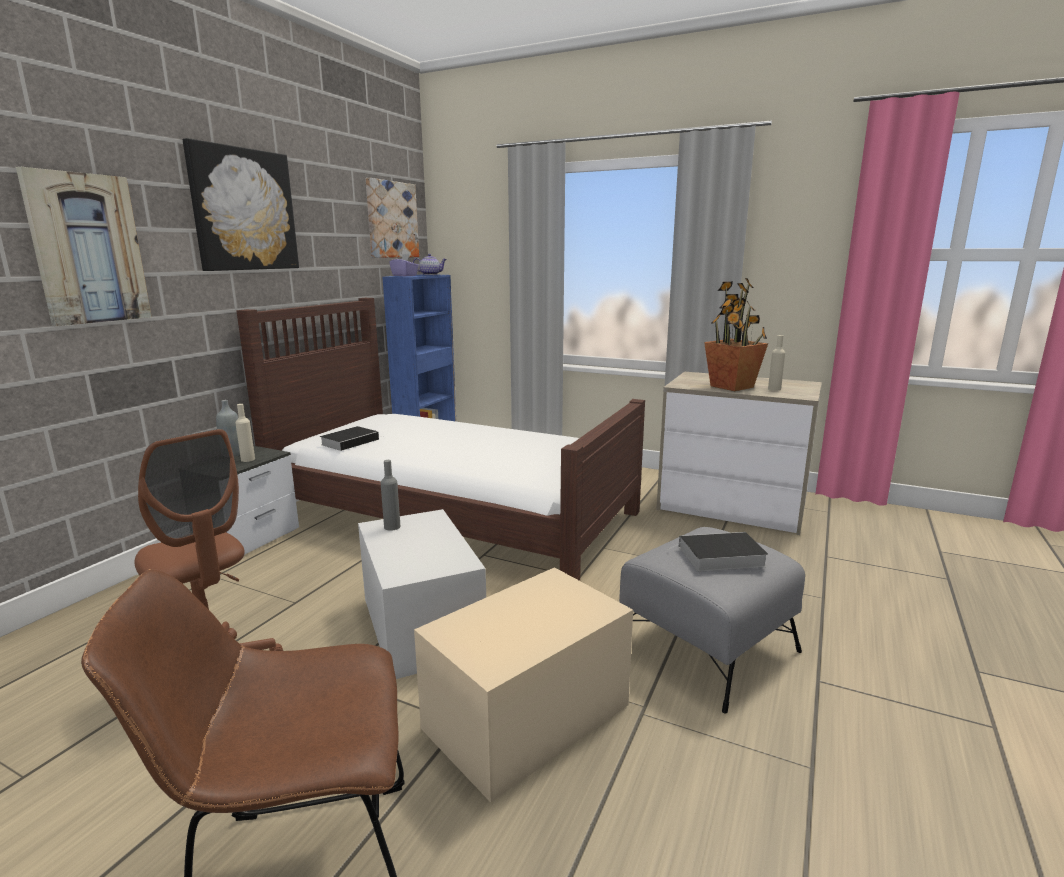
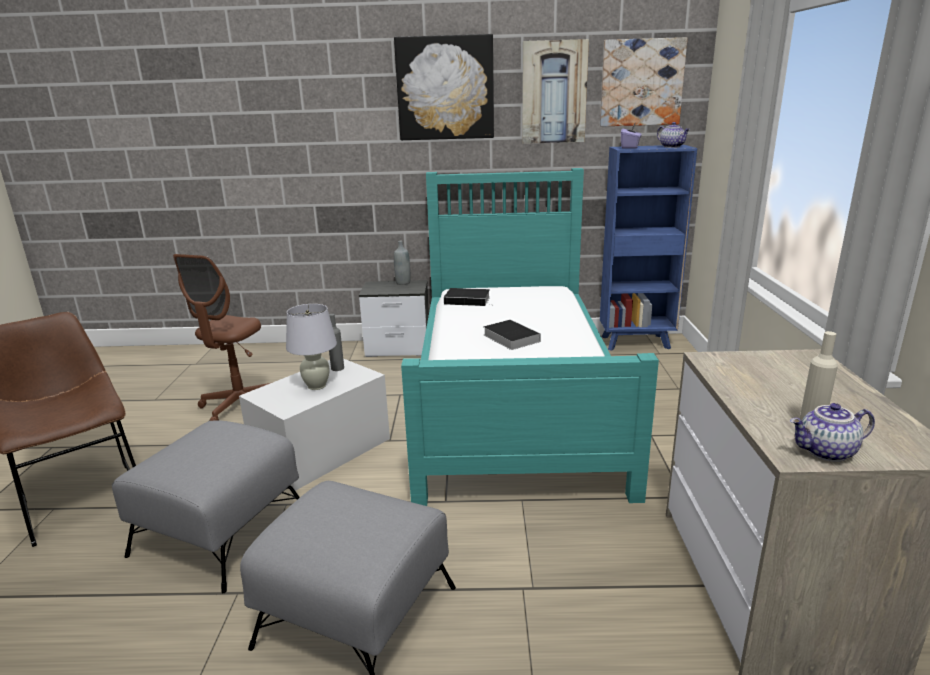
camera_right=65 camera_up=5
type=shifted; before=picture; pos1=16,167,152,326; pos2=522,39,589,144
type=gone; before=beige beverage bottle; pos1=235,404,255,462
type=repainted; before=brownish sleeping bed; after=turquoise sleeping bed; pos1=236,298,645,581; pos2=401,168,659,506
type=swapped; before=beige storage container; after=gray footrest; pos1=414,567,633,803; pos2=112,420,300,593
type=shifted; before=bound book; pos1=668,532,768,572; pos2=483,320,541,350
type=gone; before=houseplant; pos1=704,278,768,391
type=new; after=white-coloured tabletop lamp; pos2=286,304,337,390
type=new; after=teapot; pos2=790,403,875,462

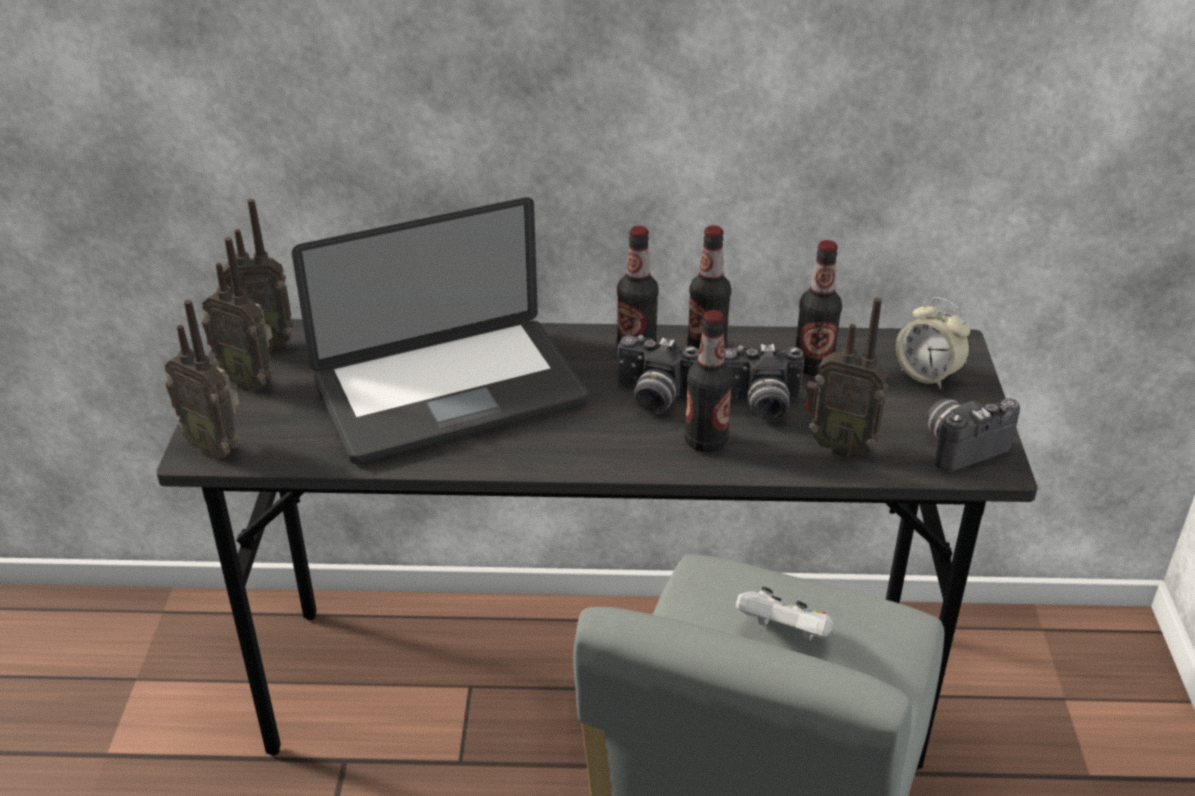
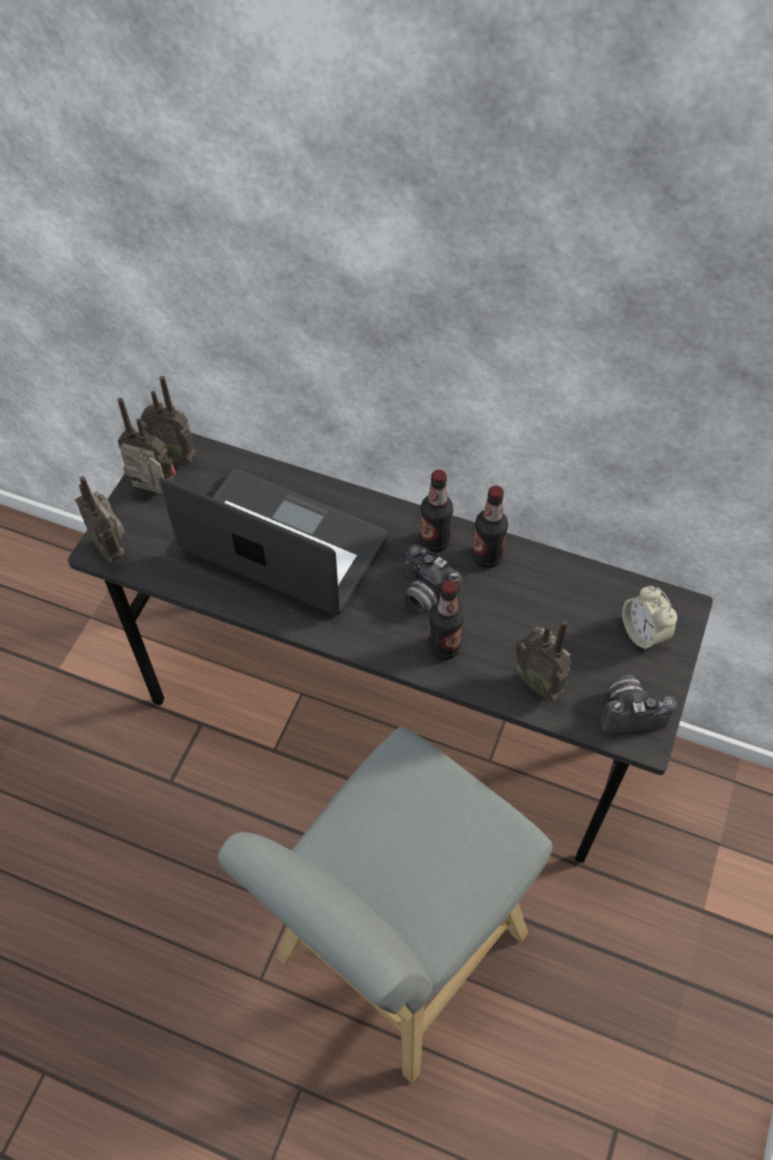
camera_right=20 camera_up=20
type=rotated; before=radio; pos1=202,237,274,392; pos2=118,398,176,494; turn=150
type=rotated; before=notebook computer; pos1=292,197,589,464; pos2=159,469,388,615; turn=-150
type=gone; before=photo camera; pos1=724,344,804,422
type=gone; before=white-coloured joypad; pos1=736,587,833,640
type=gone; before=beverage bottle; pos1=795,240,842,376

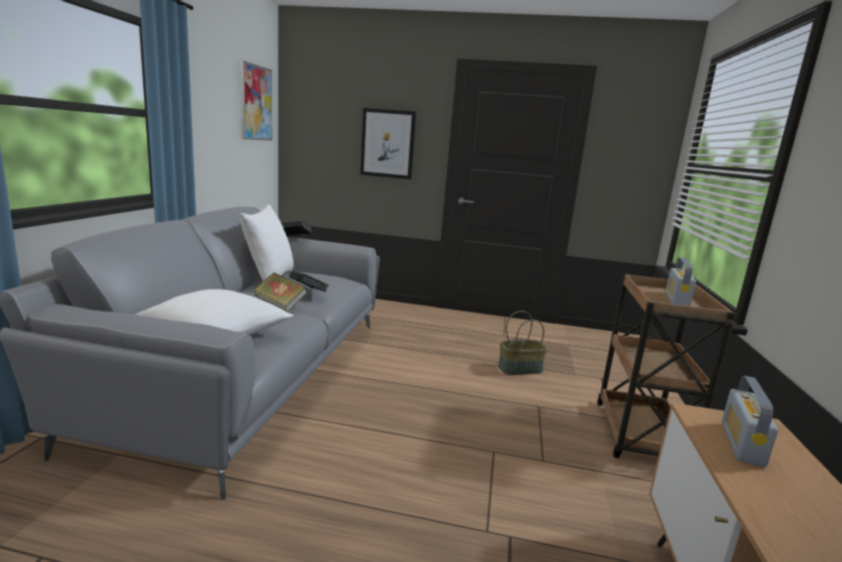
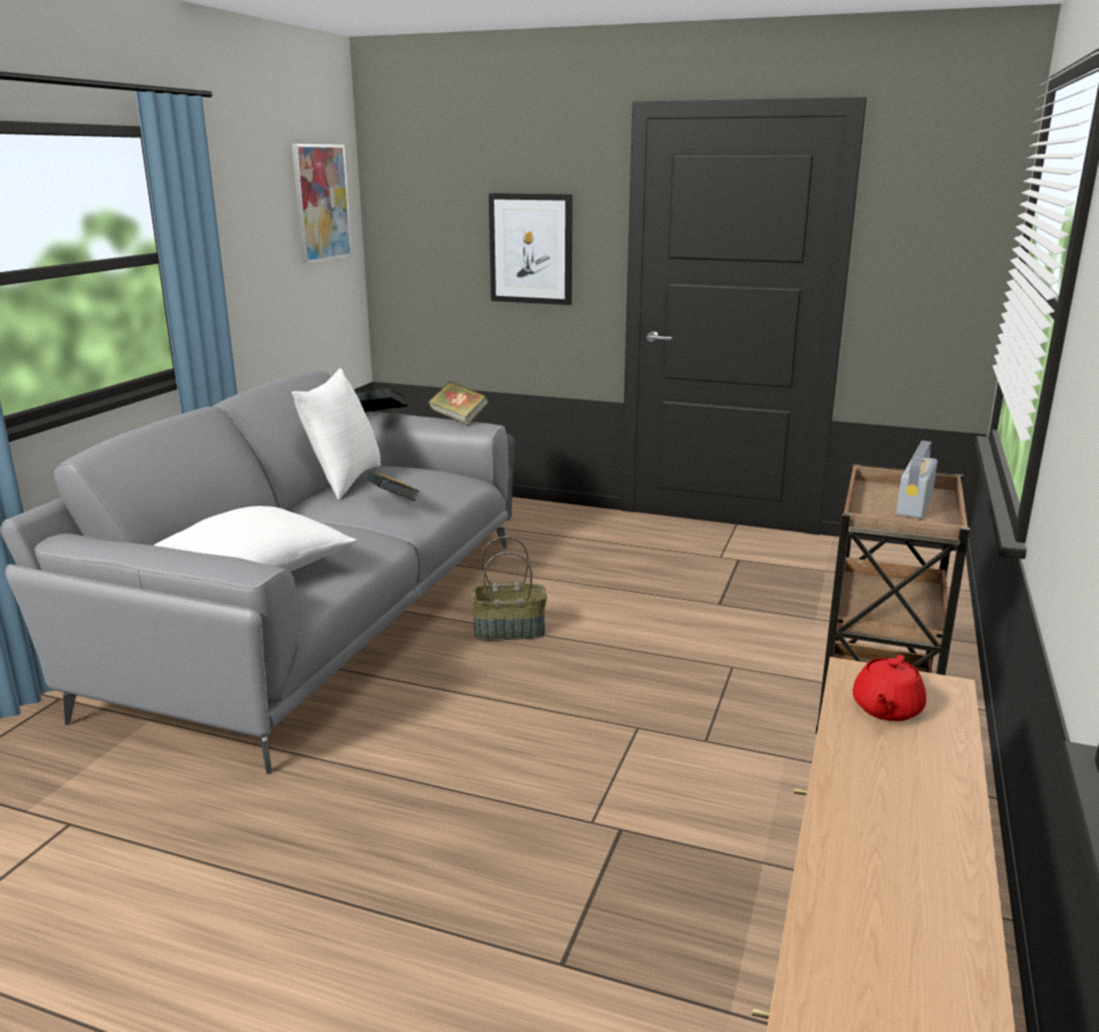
camera_right=10 camera_up=5
type=shifted; before=bound book; pos1=253,273,308,312; pos2=428,381,489,425
type=shifted; before=storage basket; pos1=498,311,547,375; pos2=471,536,547,641
type=swapped; before=radio; after=red teapot; pos1=722,376,778,468; pos2=853,655,926,721

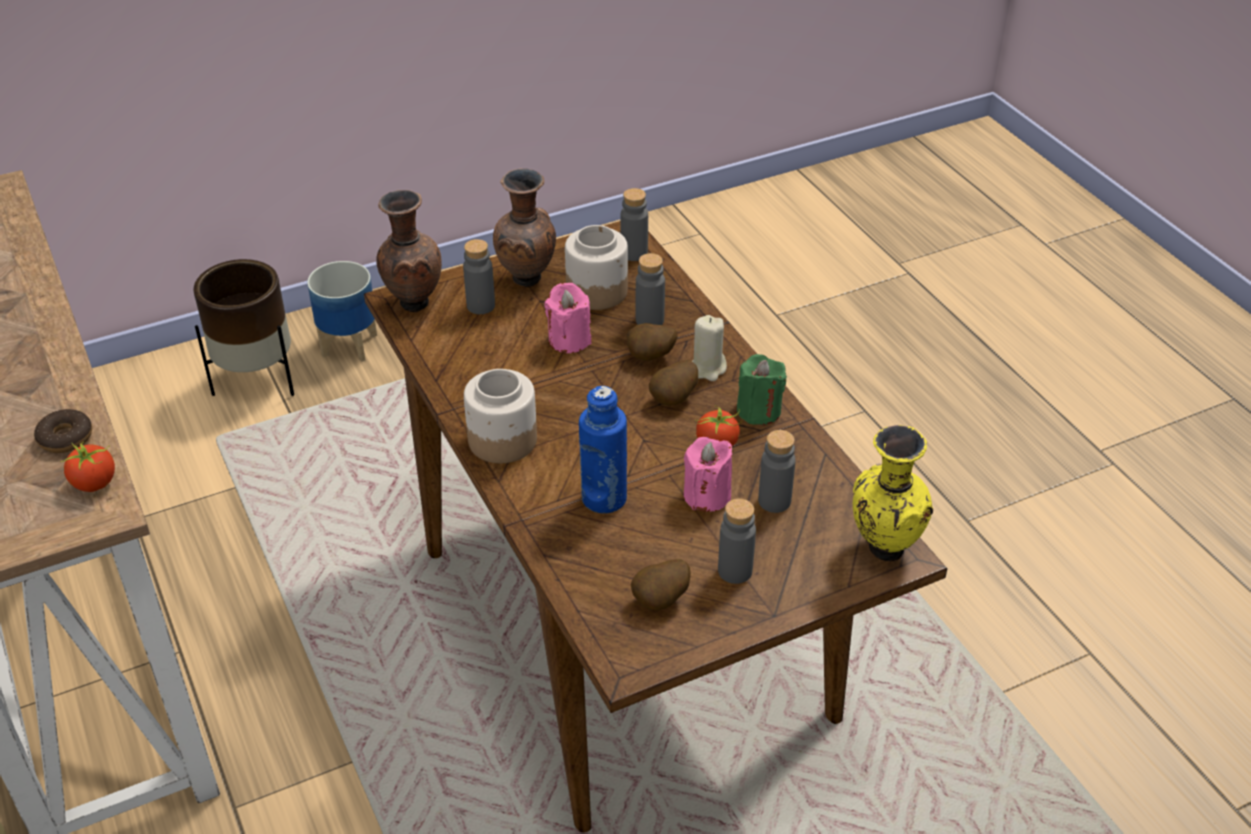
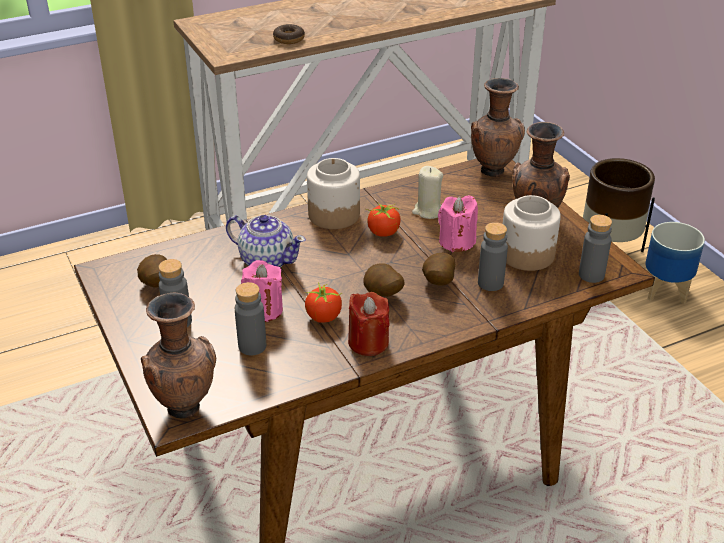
camera_right=90 camera_up=-5
type=shifted; before=whole tomato; pos1=60,442,115,492; pos2=365,202,401,237
type=gone; before=gray beverage bottle; pos1=463,239,495,314
type=swapped; before=bluish beverage bottle; after=teapot; pos1=579,386,627,514; pos2=226,215,306,267
type=shifted; before=beige candle; pos1=692,315,727,381; pos2=412,166,443,219
type=repainted; before=green candle; after=red candle; pos1=737,354,787,425; pos2=348,292,390,356
type=repainted; before=yellow decorative vase; after=brownish decorative vase; pos1=853,425,933,562; pos2=141,293,216,418

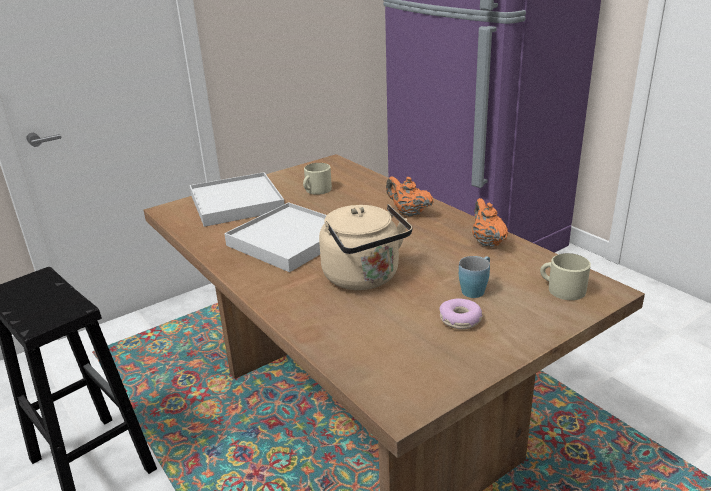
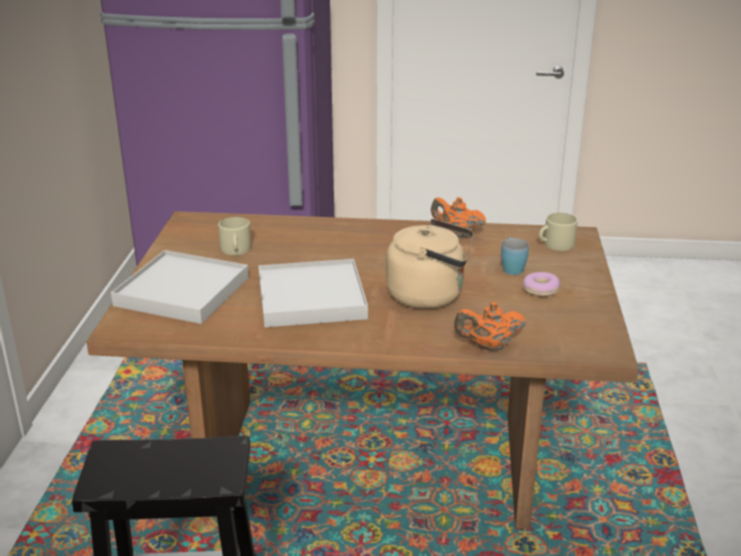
camera_right=-50 camera_up=0
type=shifted; before=orange-coloured teapot; pos1=386,176,434,217; pos2=454,302,526,350

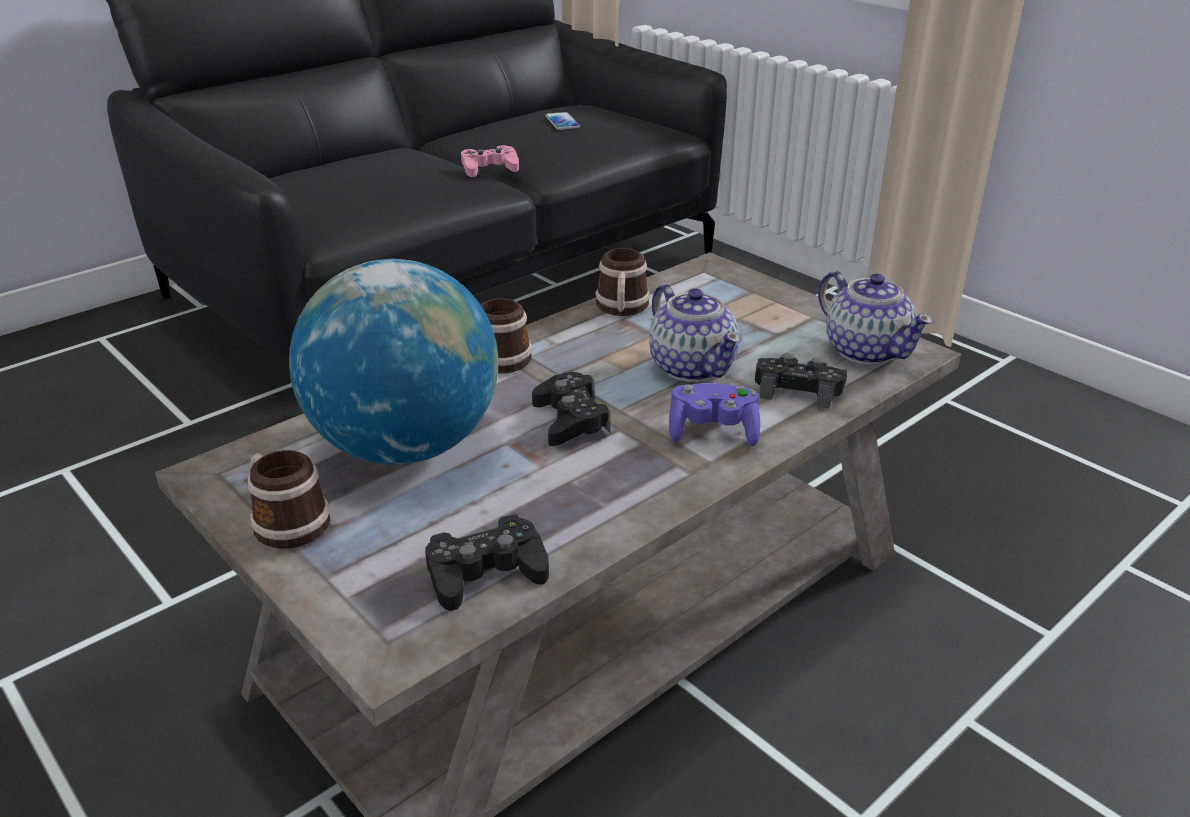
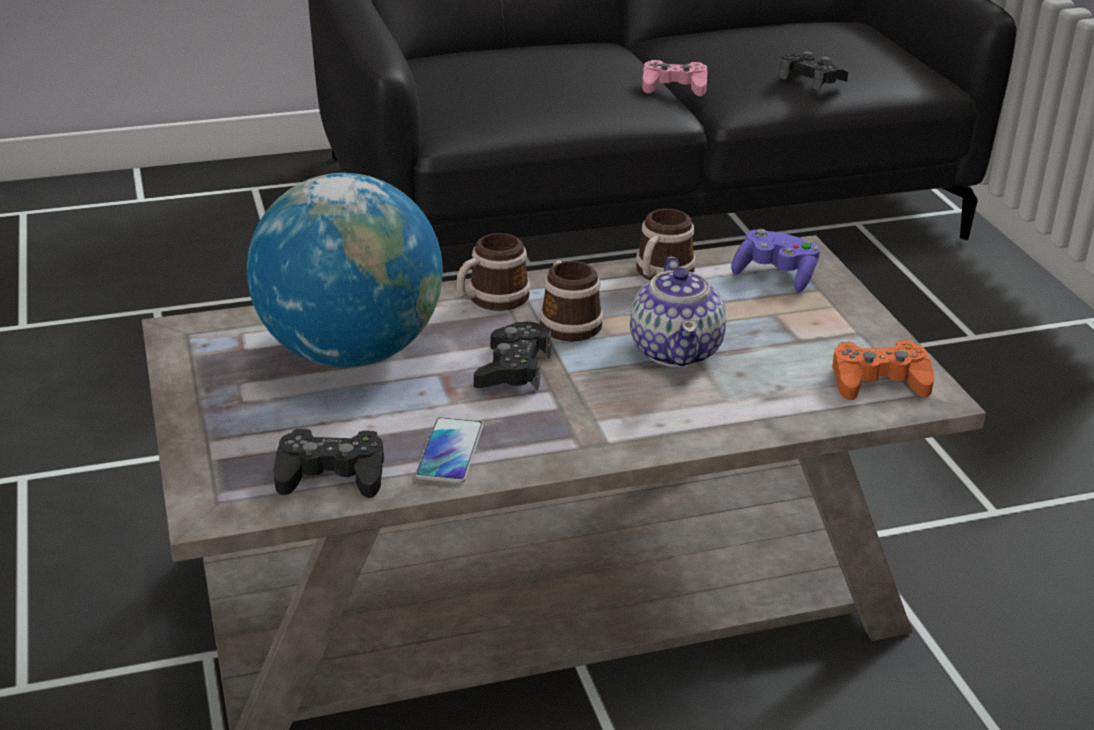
camera_right=25 camera_up=0
type=shifted; before=tea mug; pos1=248,450,330,549; pos2=539,260,604,341
type=shifted; before=telephone; pos1=545,112,580,130; pos2=416,417,483,483
type=shifted; before=purplish joypad; pos1=669,383,760,446; pos2=731,229,820,292
type=shifted; before=black joypad; pos1=755,353,848,409; pos2=779,51,849,90
type=swapped; before=teapot; after=orange-coloured joypad; pos1=818,271,934,365; pos2=832,340,934,400

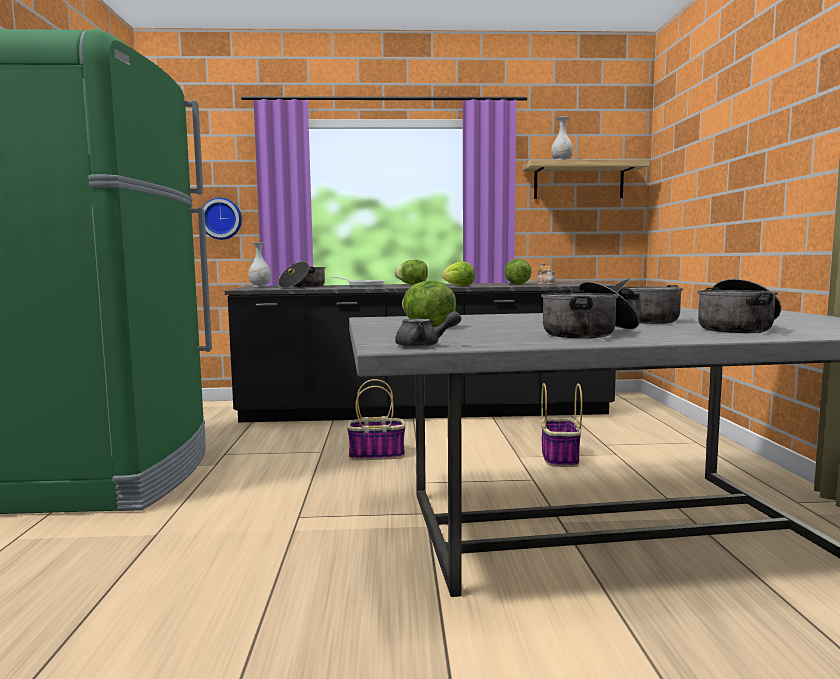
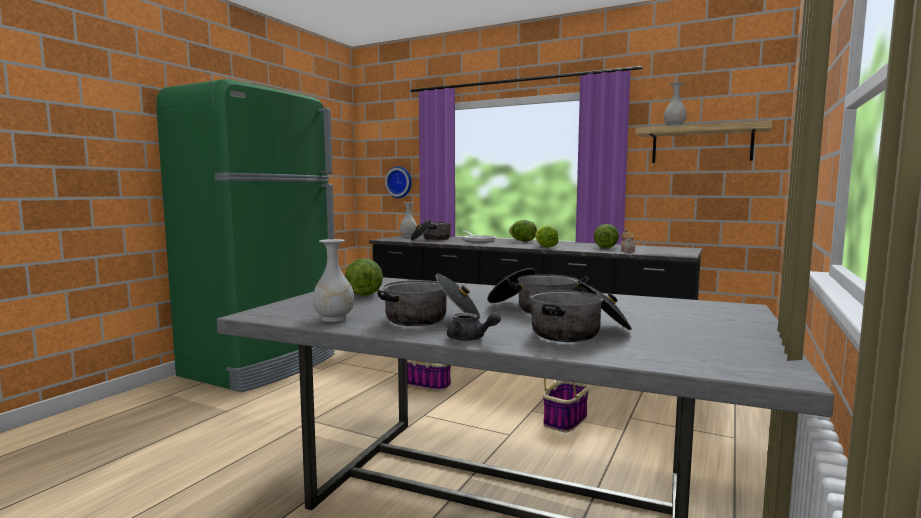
camera_right=30 camera_up=0
type=shifted; before=gray teapot; pos1=395,311,461,348; pos2=447,312,501,341
type=new; after=white-coloured decorative vase; pos2=313,239,354,322

